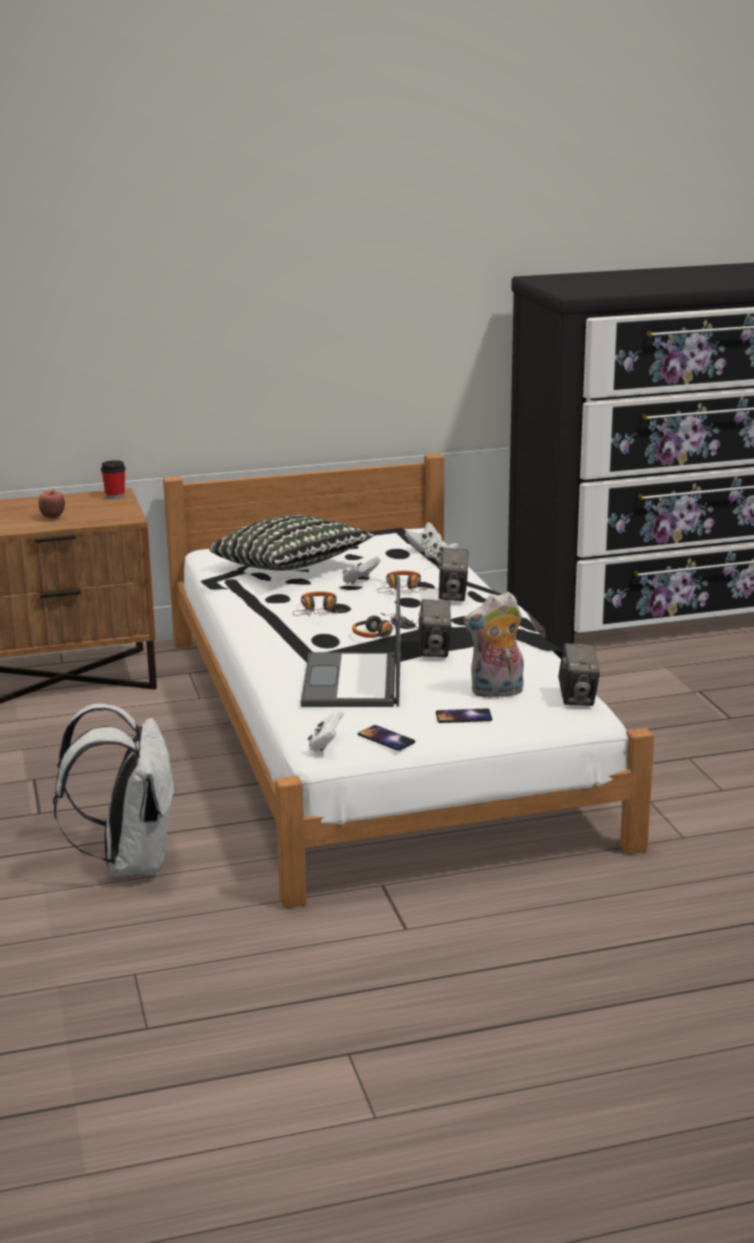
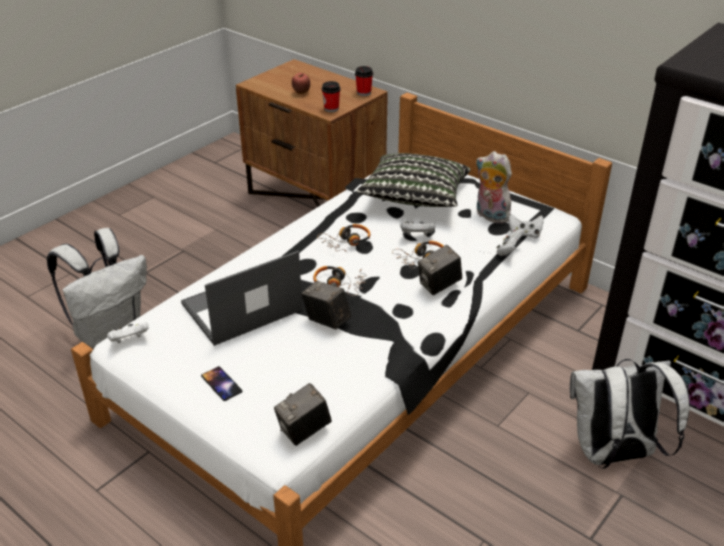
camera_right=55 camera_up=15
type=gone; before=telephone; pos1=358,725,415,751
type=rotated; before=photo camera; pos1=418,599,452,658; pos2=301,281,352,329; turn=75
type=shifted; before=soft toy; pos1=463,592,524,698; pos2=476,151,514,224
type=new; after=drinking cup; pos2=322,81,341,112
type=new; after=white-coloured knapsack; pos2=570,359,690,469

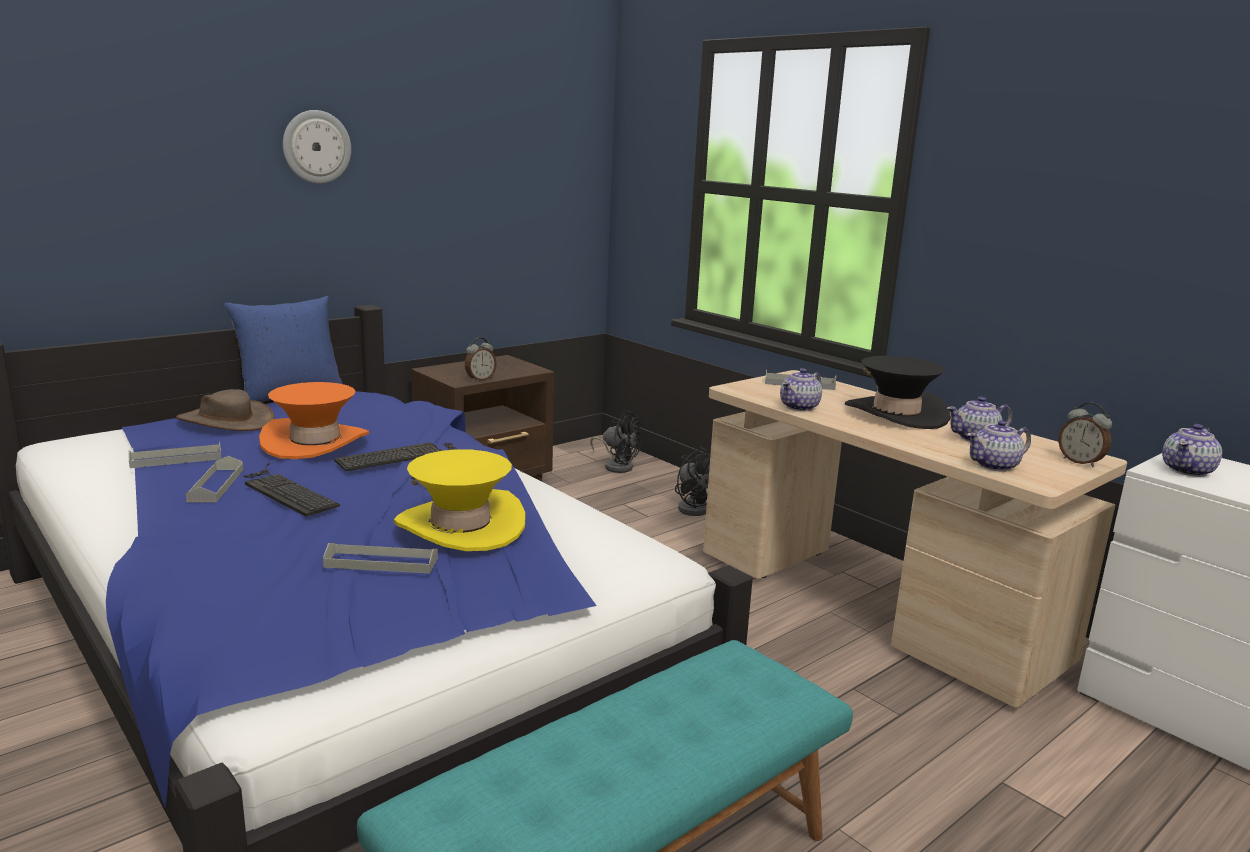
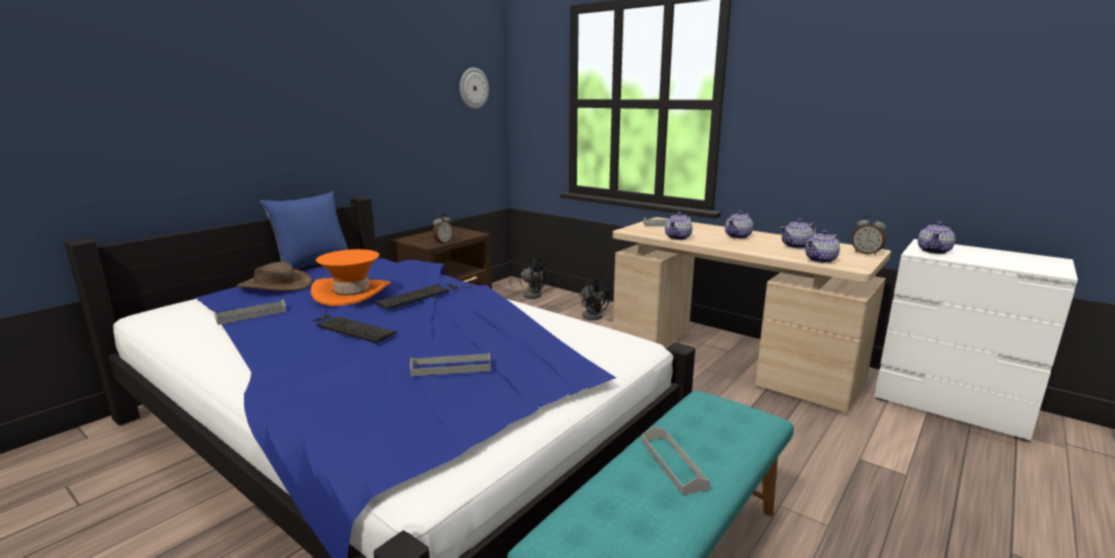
camera_right=-10 camera_up=0
type=shifted; before=gray carrying tray; pos1=186,456,243,502; pos2=642,426,710,495
type=shifted; before=hanging clock; pos1=283,110,351,184; pos2=460,68,489,109
type=gone; before=yellow wearable hat; pos1=394,449,525,551
type=swapped; before=black wearable hat; after=teapot; pos1=845,356,950,429; pos2=725,211,753,239

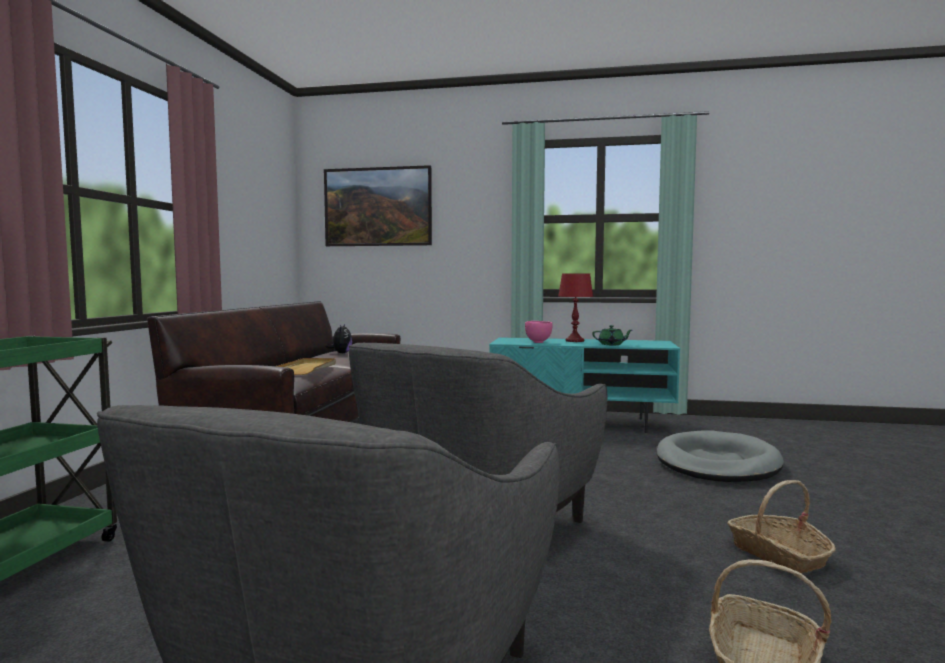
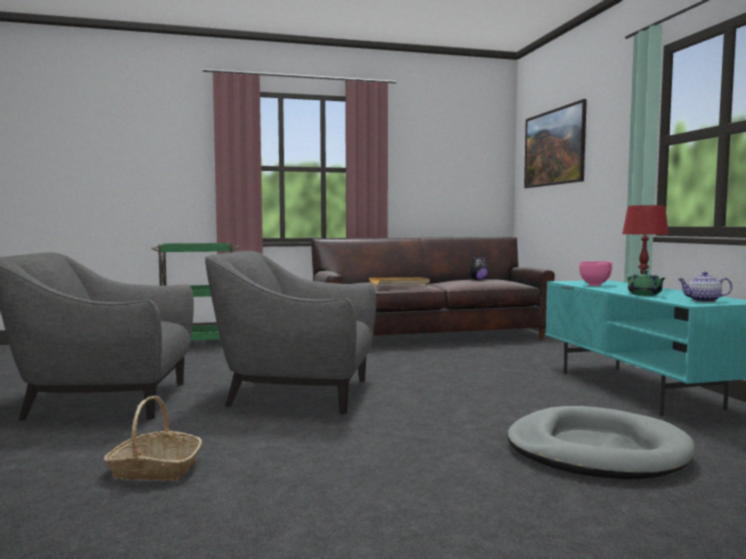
camera_right=65 camera_up=0
type=gone; before=storage basket; pos1=727,480,836,574
type=new; after=teapot; pos2=678,272,732,302

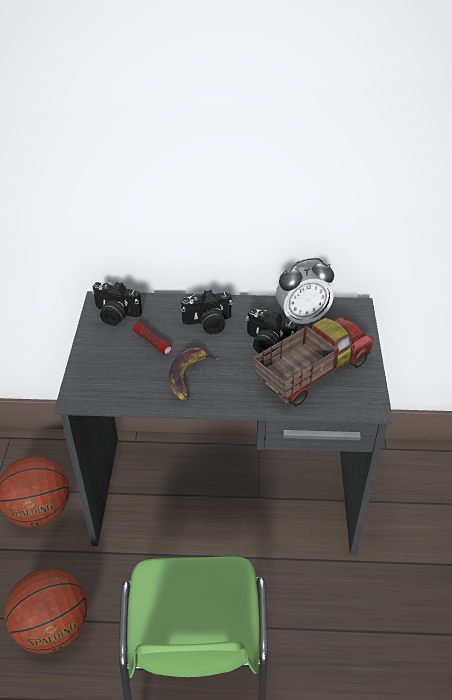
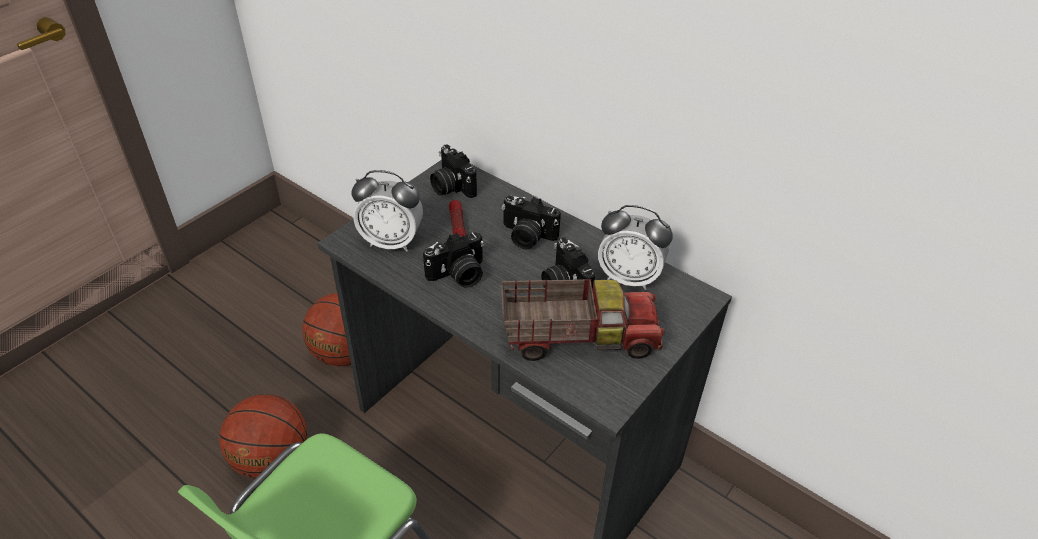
camera_right=35 camera_up=0
type=swapped; before=banana; after=photo camera; pos1=169,347,220,401; pos2=423,232,484,288
type=new; after=table clock; pos2=351,170,423,251

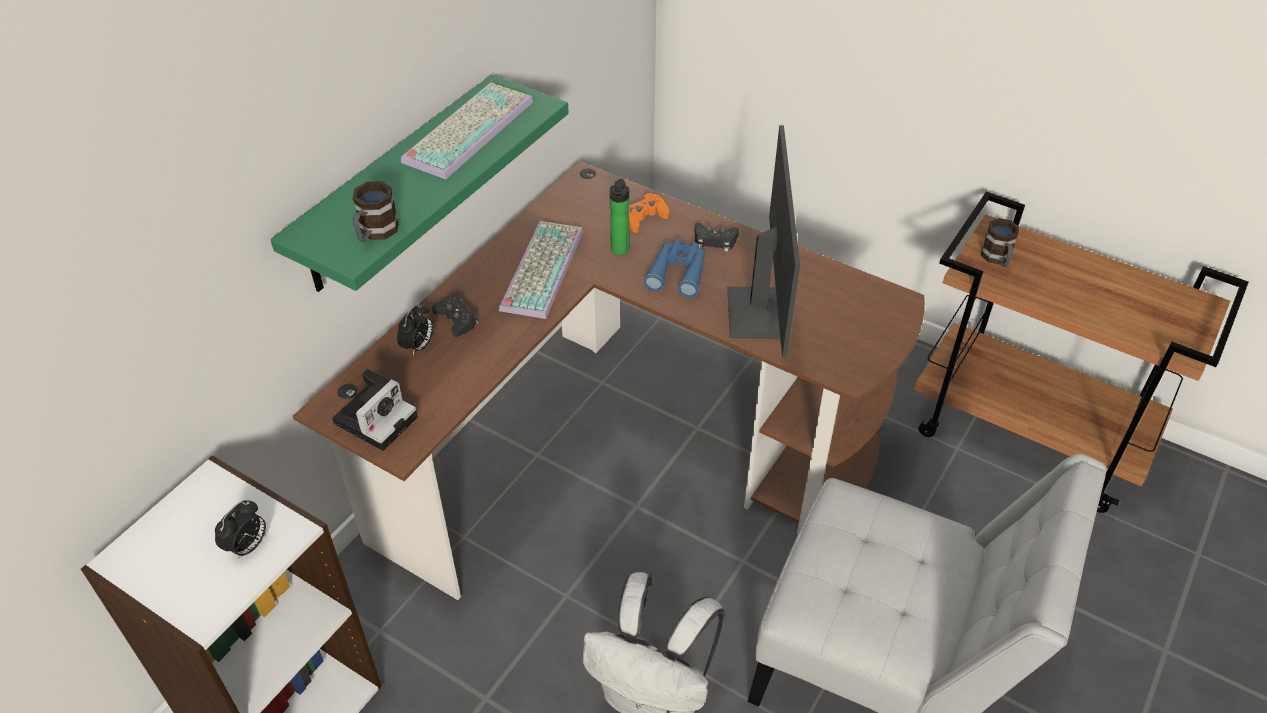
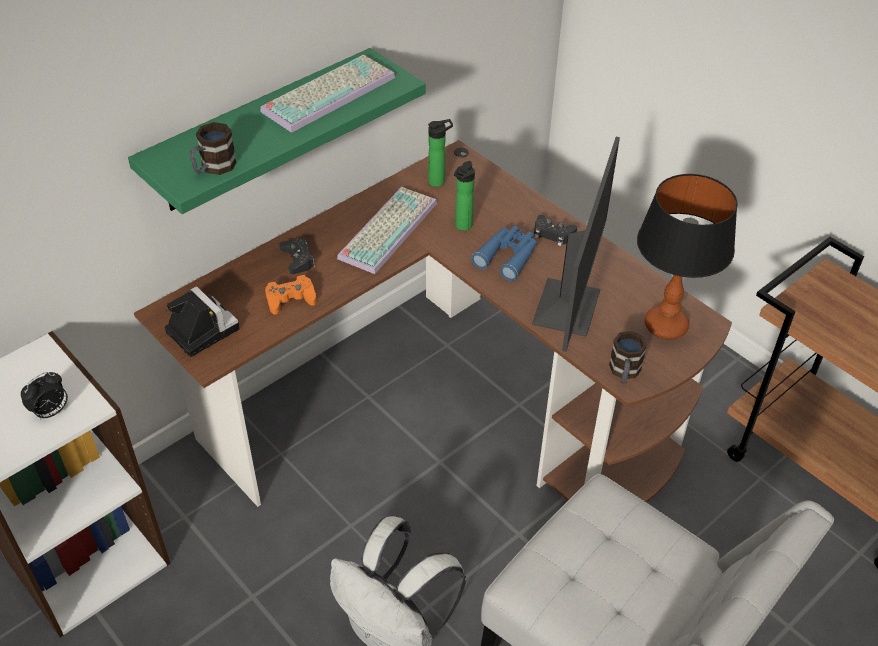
camera_right=15 camera_up=0
type=rotated; before=photo camera; pos1=332,369,418,451; pos2=165,286,239,357; turn=-90
type=gone; before=table clock; pos1=397,304,433,355
type=shifted; before=orange-coloured joypad; pos1=628,193,669,233; pos2=265,275,316,315
type=shifted; before=tea mug; pos1=981,218,1019,267; pos2=609,331,647,383
type=new; after=beverage bottle; pos2=428,119,453,187
type=new; after=tabletop lamp; pos2=637,174,738,340

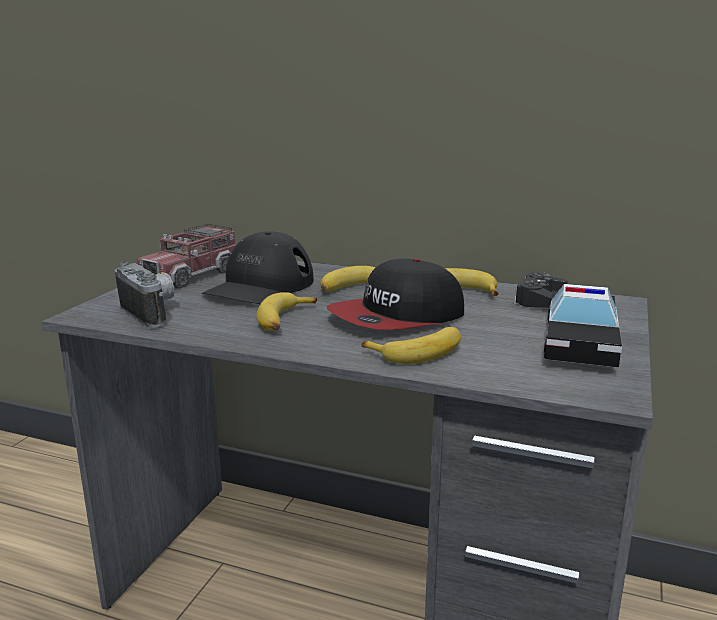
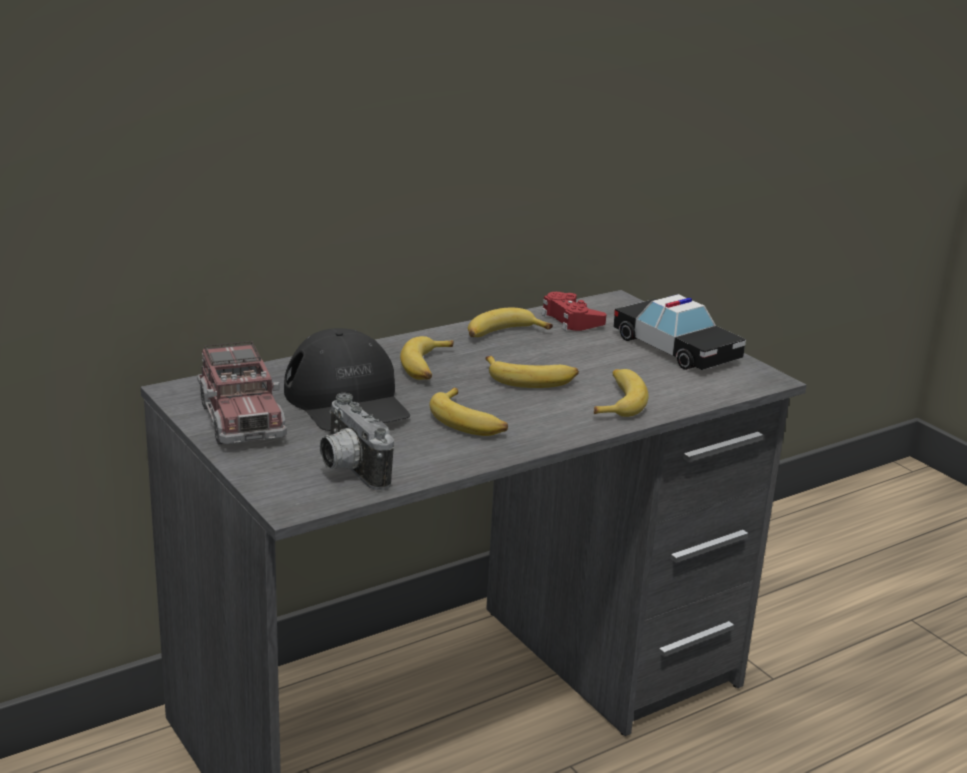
camera_right=-55 camera_up=5
type=rotated; before=photo camera; pos1=115,261,175,328; pos2=320,393,394,490; turn=-120
type=swapped; before=peaked cap; after=banana; pos1=327,258,464,330; pos2=485,356,579,388
type=repainted; before=black joypad; after=red joypad; pos1=514,272,568,308; pos2=541,292,606,331

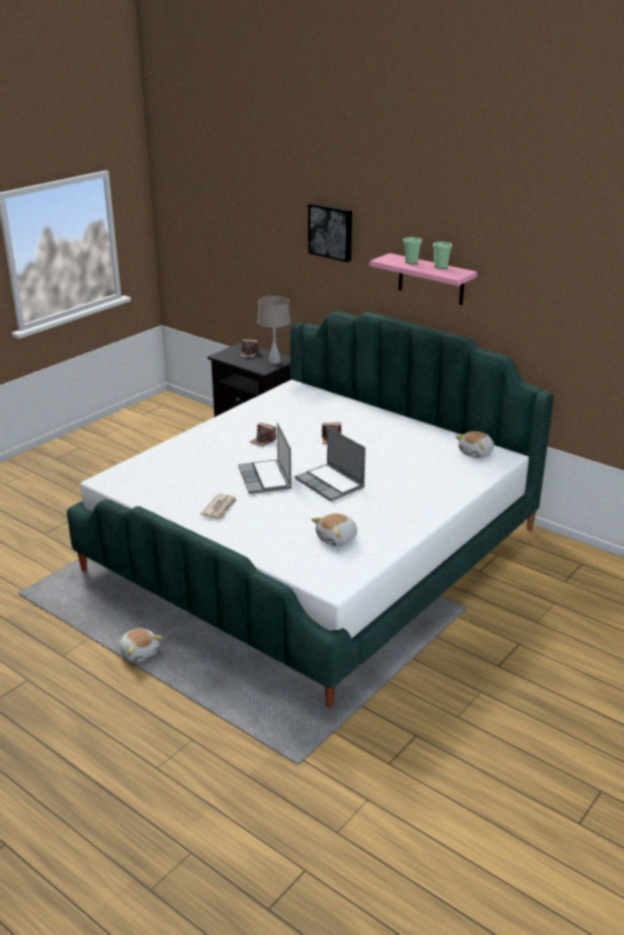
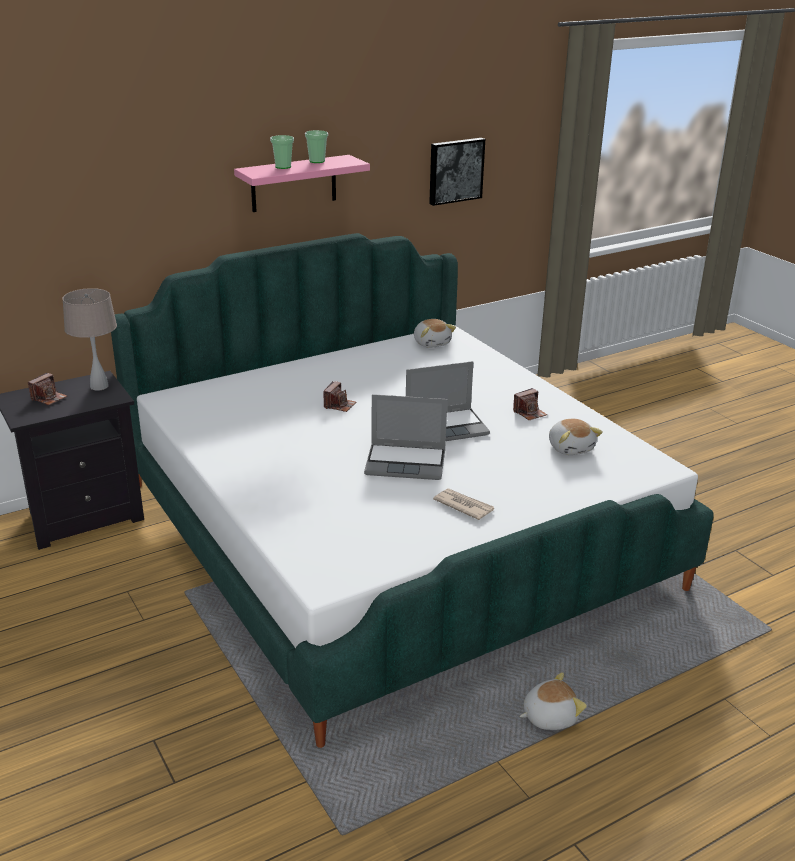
camera_right=-70 camera_up=0
type=shifted; before=photo camera; pos1=250,423,276,447; pos2=513,388,547,420
type=shifted; before=picture; pos1=308,203,352,262; pos2=429,138,485,206

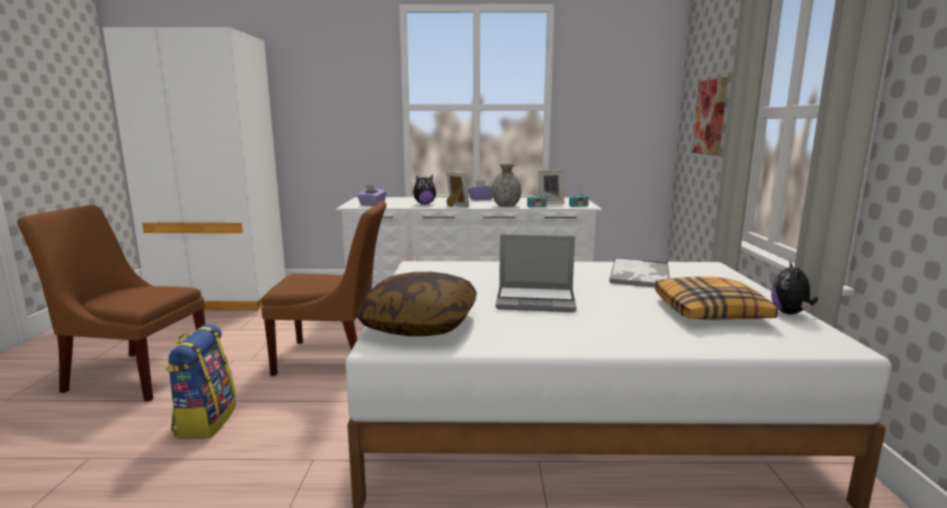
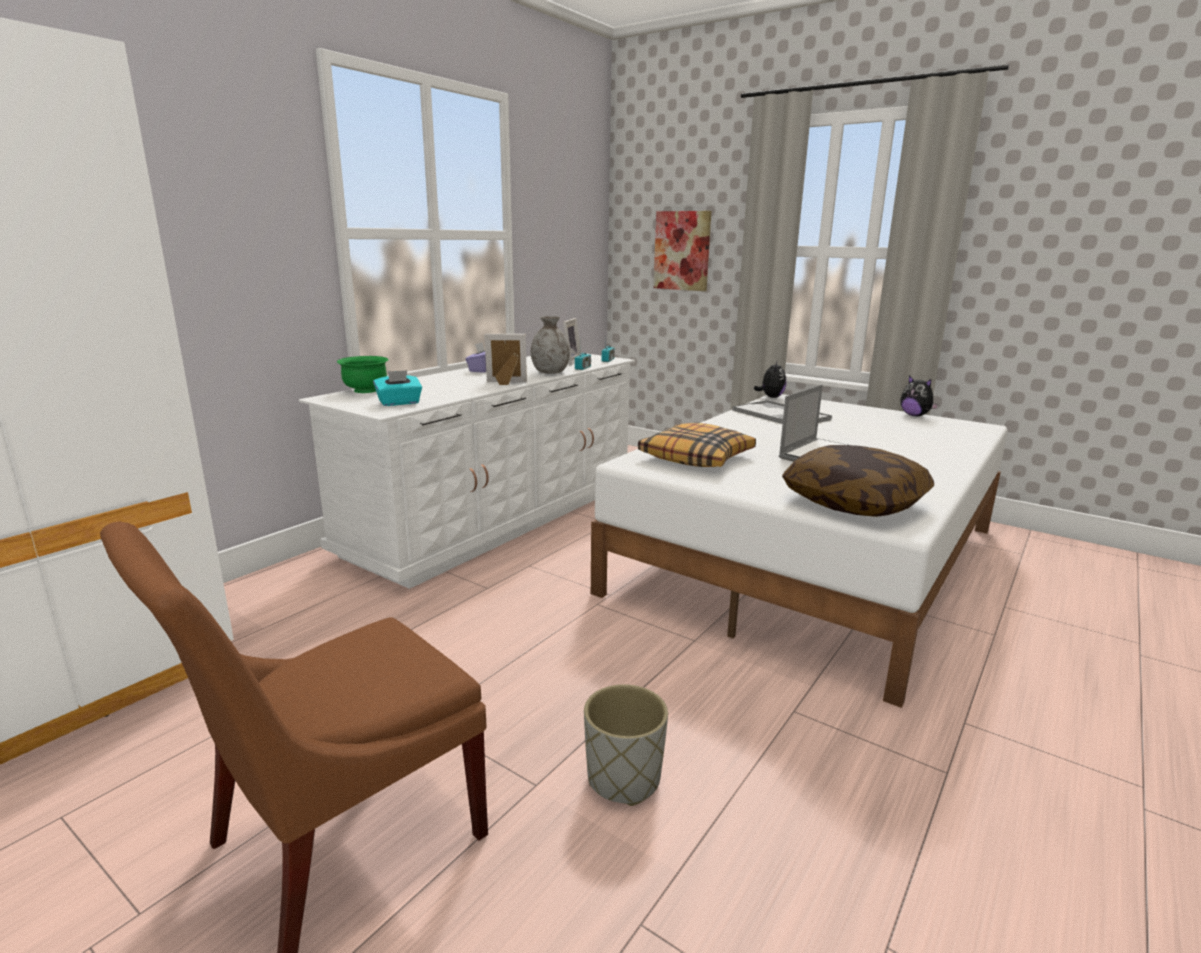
camera_right=-55 camera_up=5
type=swapped; before=knapsack; after=gray planter; pos1=166,324,236,439; pos2=584,684,668,806
type=gone; before=brownish plain chair; pos1=261,201,386,376
type=repainted; before=purplish box of tissues; after=turquoise box of tissues; pos1=357,185,386,206; pos2=373,370,422,406
type=shifted; before=soft toy; pos1=414,175,436,204; pos2=754,362,786,398
type=shifted; before=pillow; pos1=655,276,778,320; pos2=638,423,756,467
type=new; after=green deep dish; pos2=337,356,389,393

